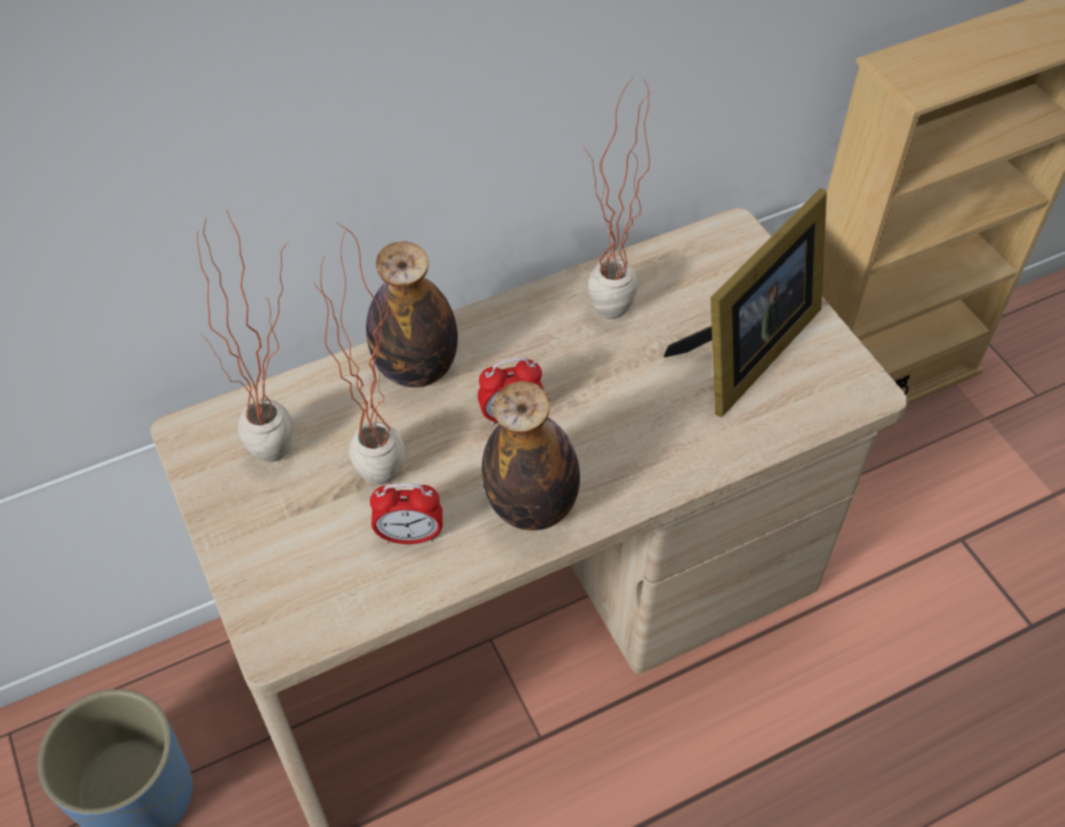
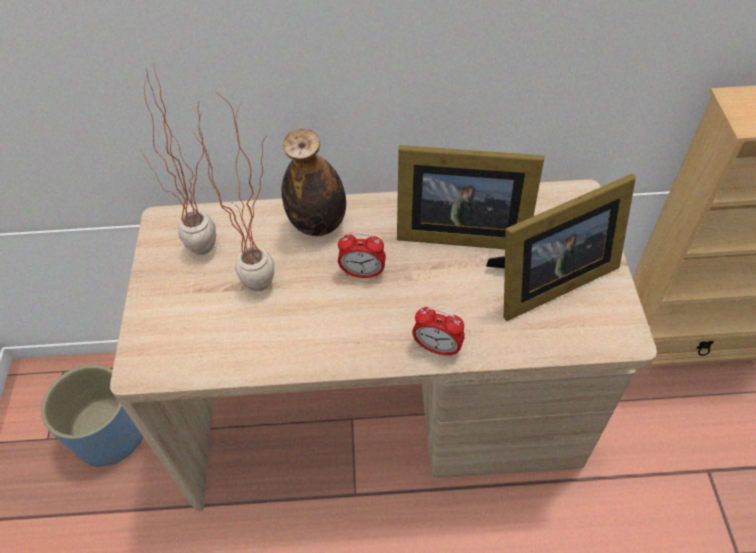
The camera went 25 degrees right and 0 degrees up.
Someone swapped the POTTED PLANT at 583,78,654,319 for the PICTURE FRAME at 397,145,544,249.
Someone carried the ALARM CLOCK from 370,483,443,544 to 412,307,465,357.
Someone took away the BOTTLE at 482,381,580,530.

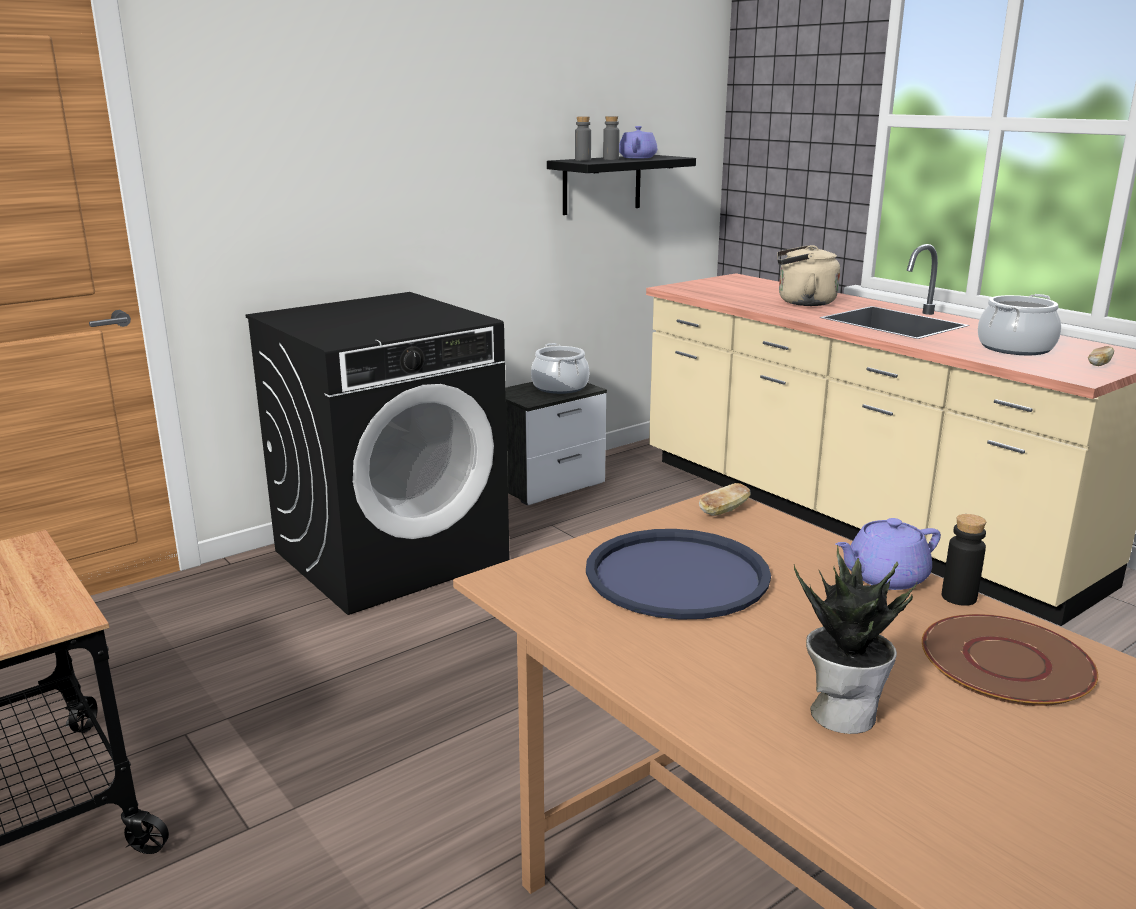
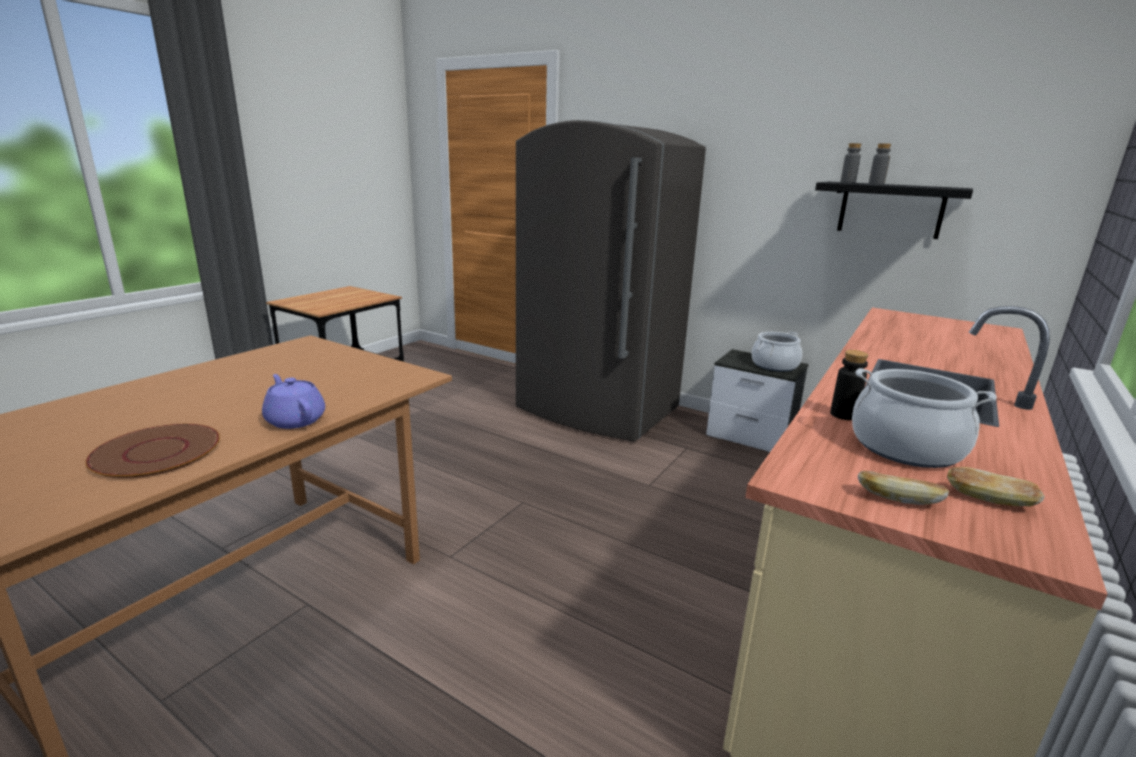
The camera went 70 degrees right and 0 degrees up.
Someone swapped the BLACK WASHING MACHINE at 245,292,510,615 for the GREY FRIDGE at 516,120,706,441.
Someone carried the BLACK BOTTLE from 942,514,986,606 to 830,350,869,420.
Someone carried the BREAD from 699,483,751,516 to 947,467,1045,506.
Someone took away the BLUE TRAY at 586,529,771,620.
Someone took away the PURPLE TEAPOT at 619,126,657,158.
Someone took away the BEIGE KETTLE at 777,245,840,306.
Someone took away the POTTED PLANT at 794,545,918,734.

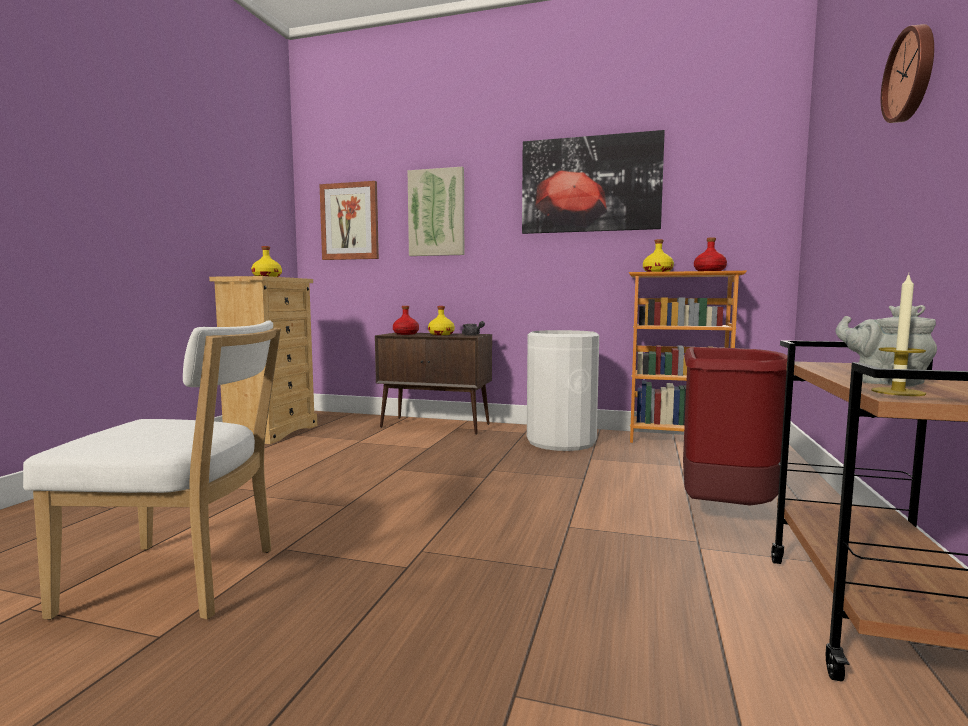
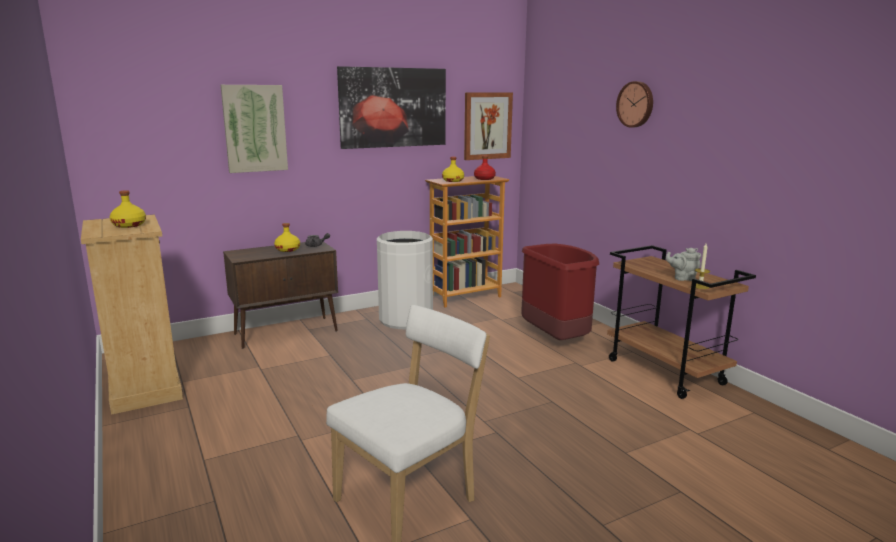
The camera went 45 degrees left and 10 degrees up.
Someone carried the PICTURE from 319,181,379,260 to 464,92,513,160.
Someone took away the RED BOTTLE at 393,306,419,335.

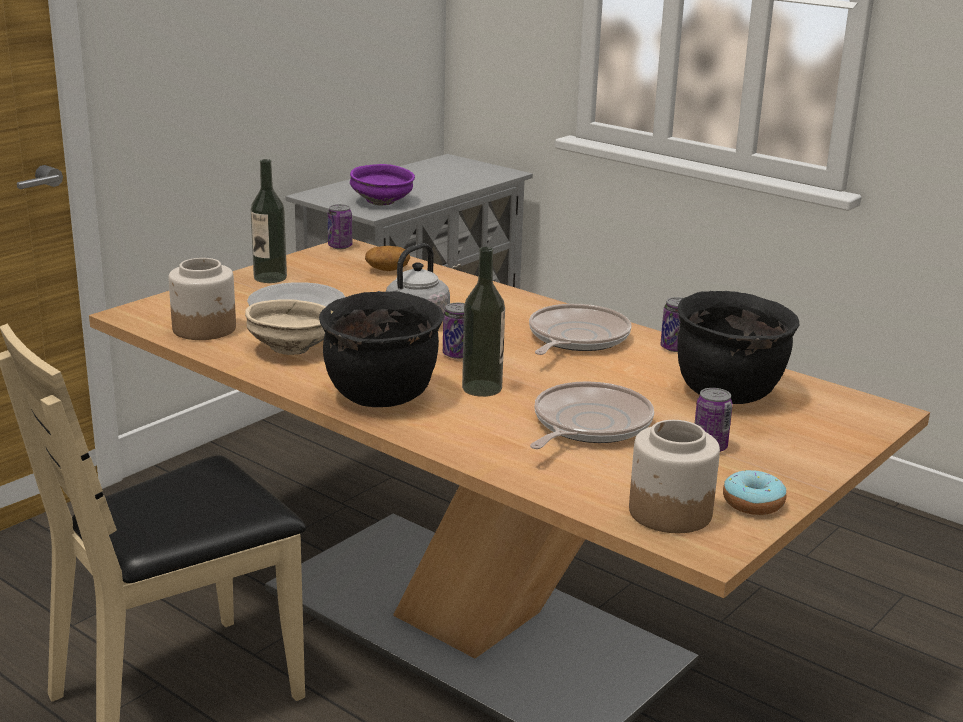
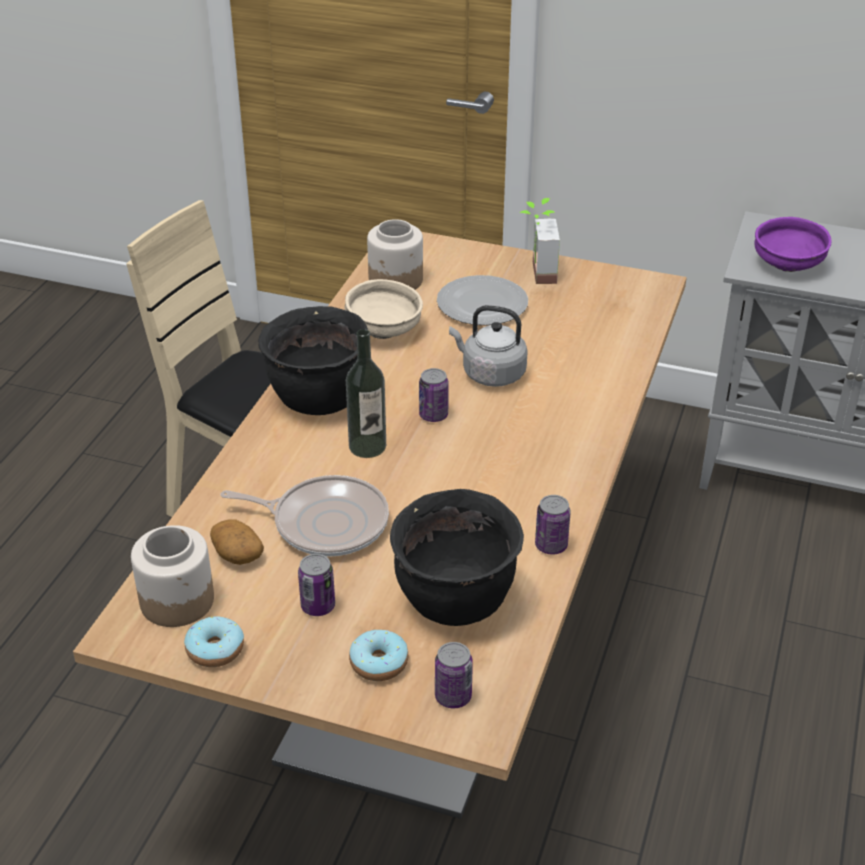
The camera went 70 degrees right and 15 degrees up.
Someone carried the POTATO from 365,246,410,271 to 210,519,264,565.
Someone put down the DONUT at 349,630,408,681.
Someone carried the CAN from 327,204,352,249 to 435,642,473,708.
Someone swapped the BOTTLE at 251,159,287,283 for the POTTED PLANT at 519,198,560,284.
Someone took away the FRYING PAN at 529,304,632,355.

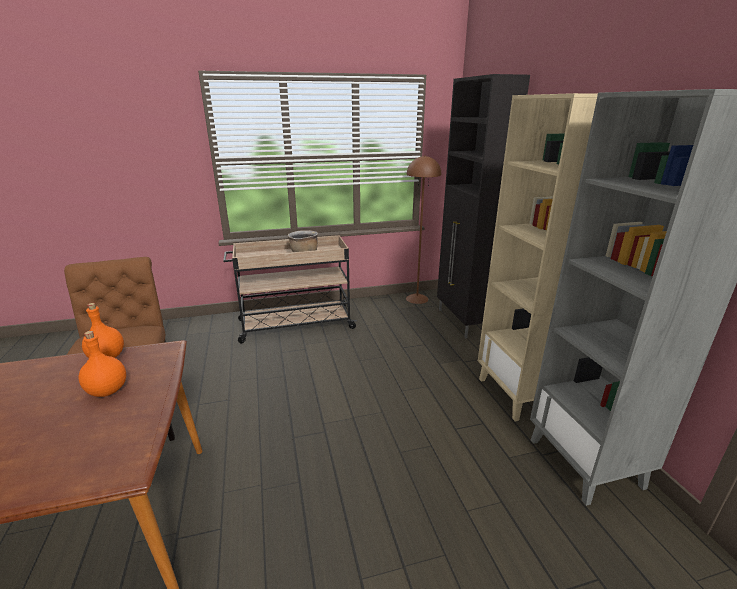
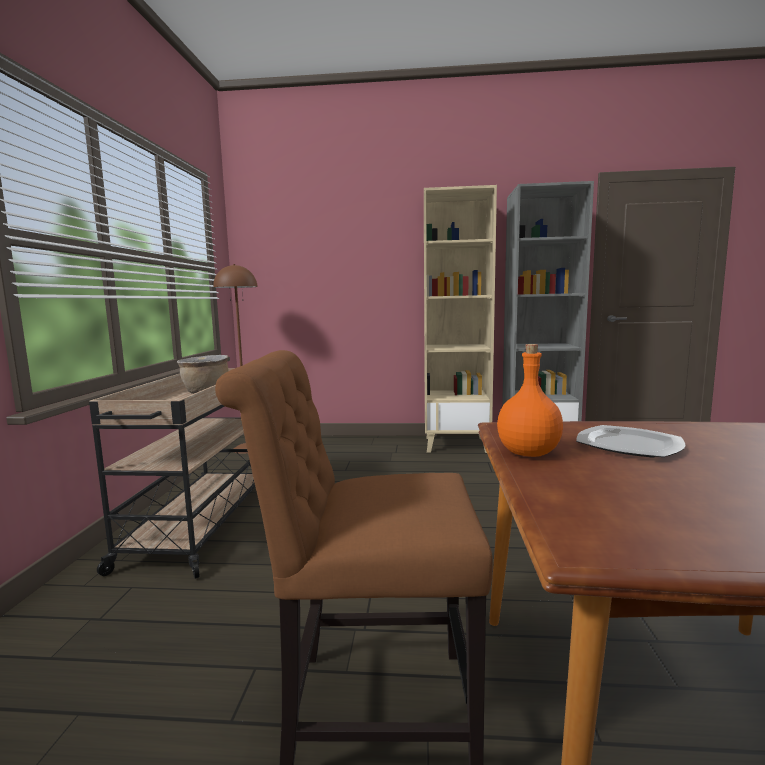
The camera went 70 degrees left and 15 degrees down.
Someone swapped the ORANGE BOTTLE at 79,331,126,397 for the PLATE at 576,425,685,458.
Someone took away the BLACK CABINET at 437,74,530,338.

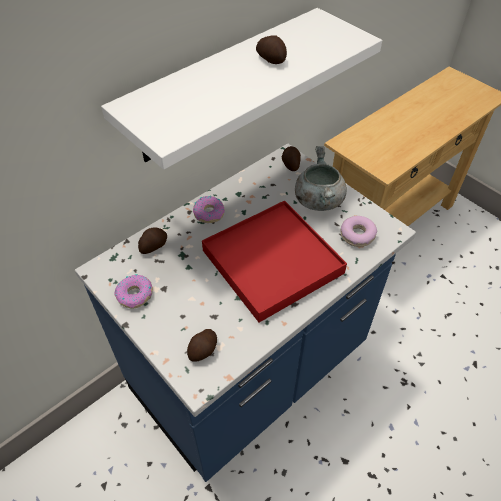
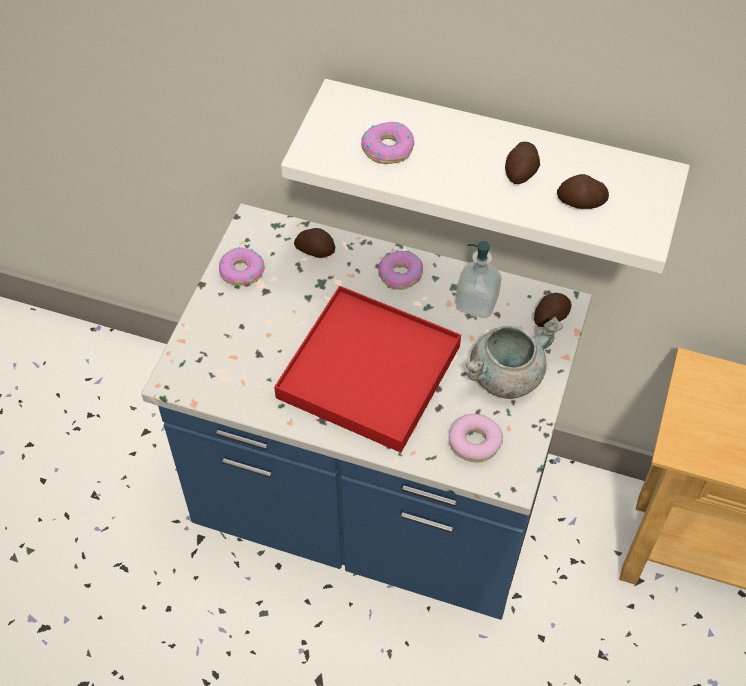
The camera went 60 degrees right and 5 degrees up.
Someone put down the DONUT at 361,122,414,164.
Someone put down the SOAP DISPENSER at 455,241,502,318.
Someone carried the POTATO from 187,329,217,362 to 557,174,609,209.

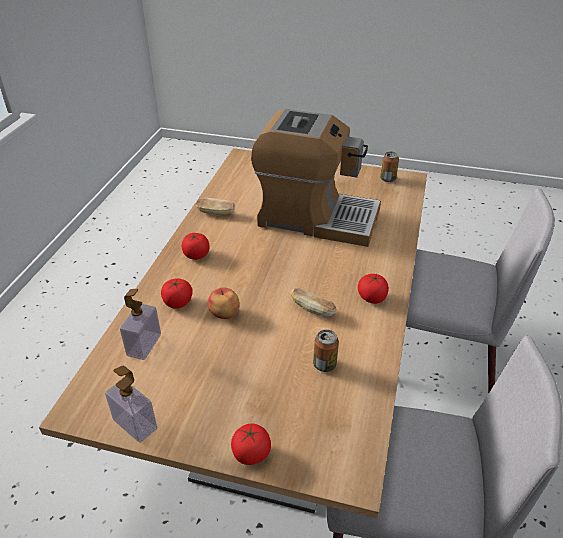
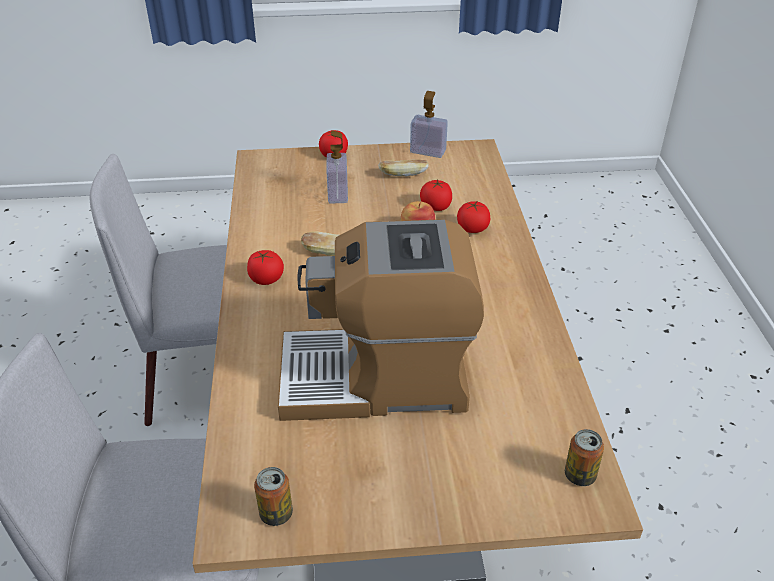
The camera went 160 degrees right and 0 degrees up.
Someone carried the SOAP DISPENSER from 120,289,161,360 to 327,130,348,204.
Someone carried the BREAD from 195,198,235,215 to 378,159,429,176.
Someone carried the TOMATO from 181,233,209,260 to 420,179,452,211.
Someone carried the CAN from 313,330,339,372 to 565,429,604,486.

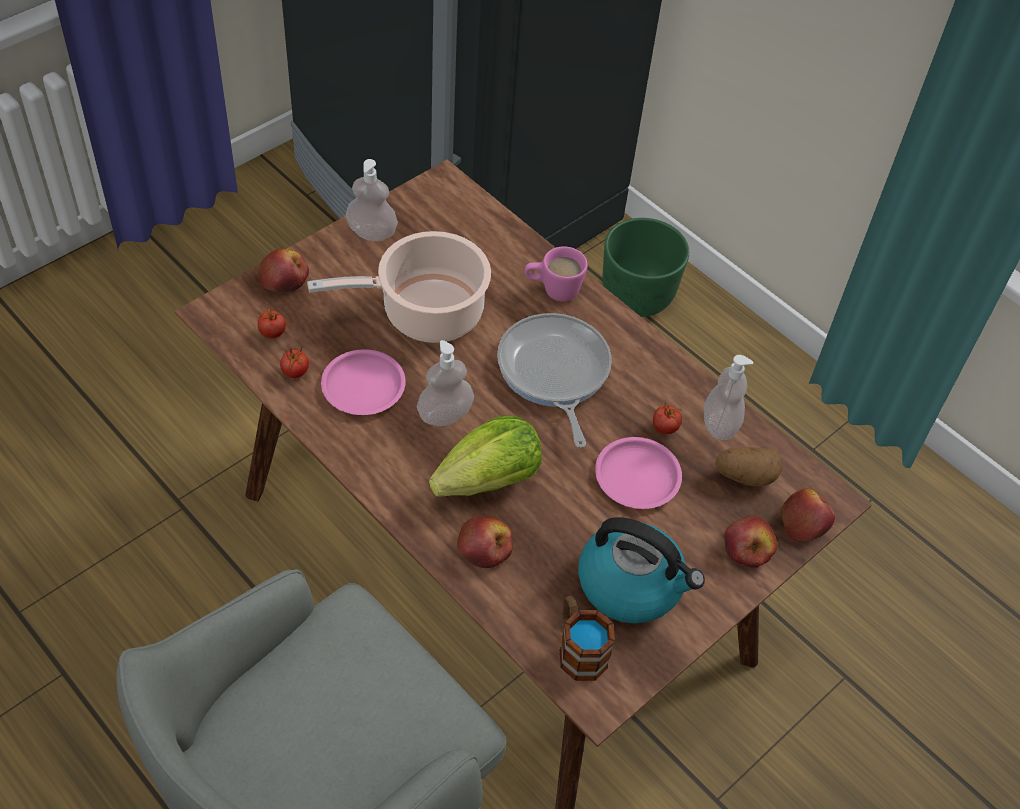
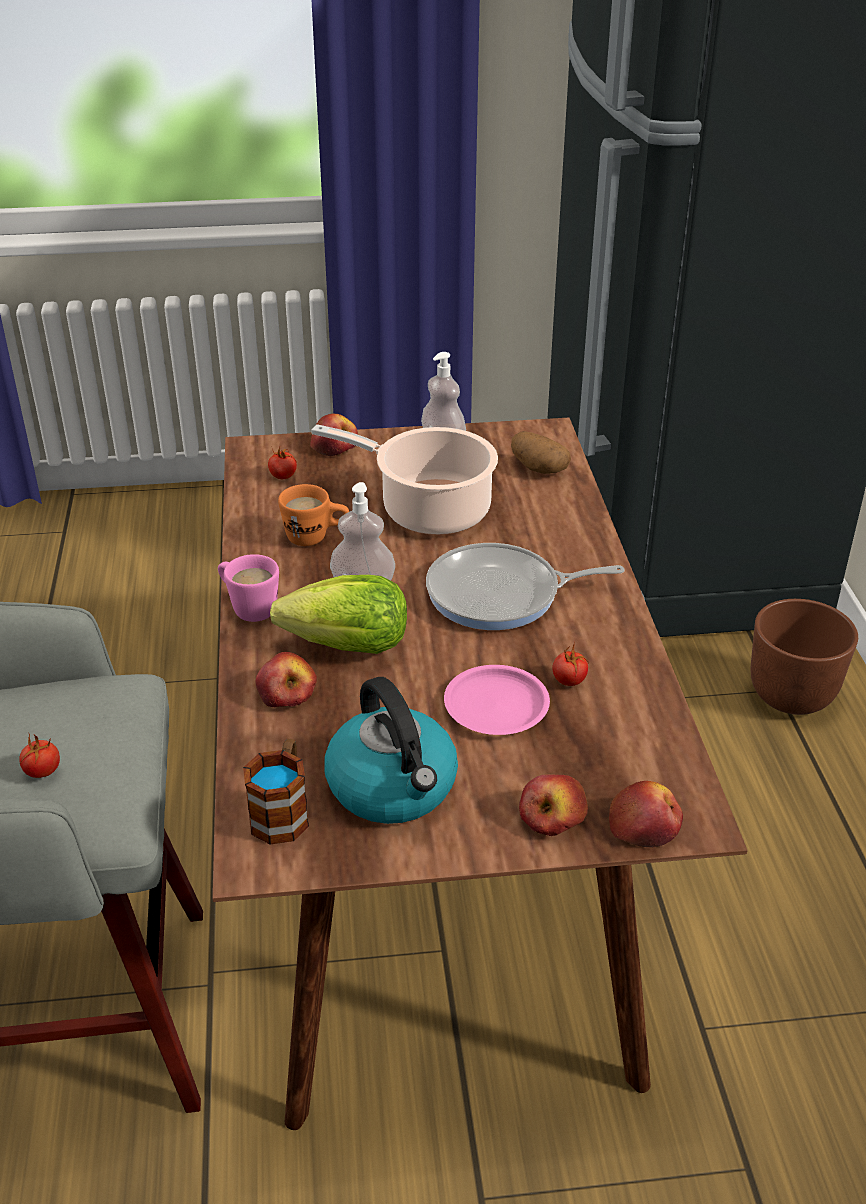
The camera went 40 degrees right and 15 degrees down.
Someone carried the TOMATO from 280,345,309,378 to 19,734,60,778.
Someone carried the PINK MUG from 525,246,588,302 to 218,554,279,622.
Someone swapped the PINK PLATE at 321,349,406,415 for the ORANGE MUG at 278,484,349,546.
Someone rotated the FRYING PAN at 497,313,612,448 by 120 degrees counterclockwise.
Someone carried the POTATO from 715,447,782,486 to 511,431,571,474.
Someone repainted the GREEN PLANTER at 602,218,689,317, which became the BROWN PLANTER at 750,599,858,715.
Someone took away the SOAP DISPENSER at 704,355,753,440.

